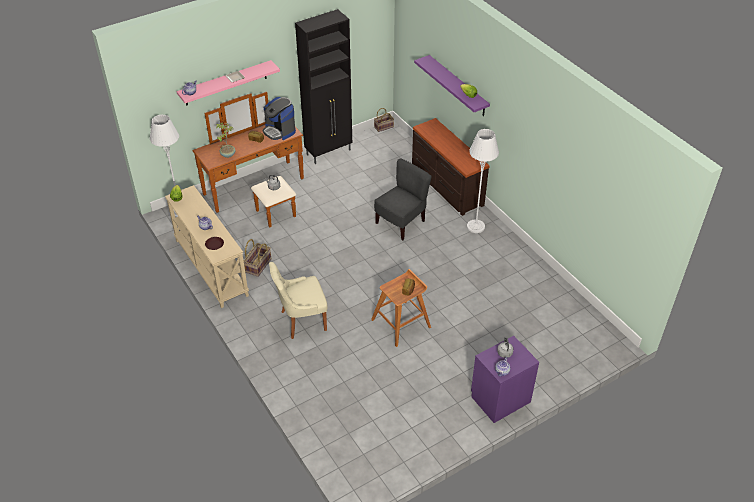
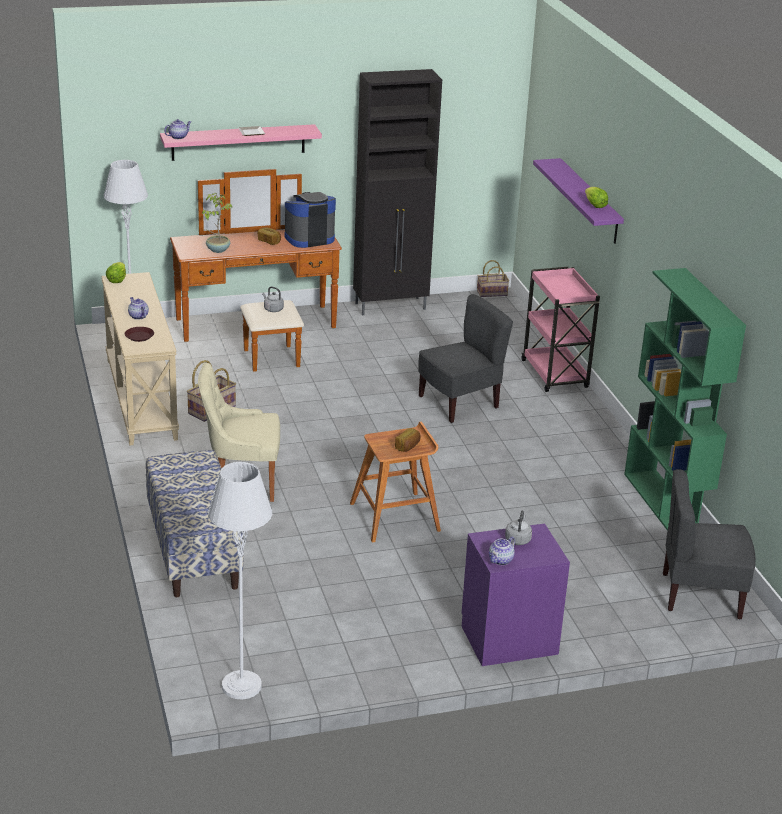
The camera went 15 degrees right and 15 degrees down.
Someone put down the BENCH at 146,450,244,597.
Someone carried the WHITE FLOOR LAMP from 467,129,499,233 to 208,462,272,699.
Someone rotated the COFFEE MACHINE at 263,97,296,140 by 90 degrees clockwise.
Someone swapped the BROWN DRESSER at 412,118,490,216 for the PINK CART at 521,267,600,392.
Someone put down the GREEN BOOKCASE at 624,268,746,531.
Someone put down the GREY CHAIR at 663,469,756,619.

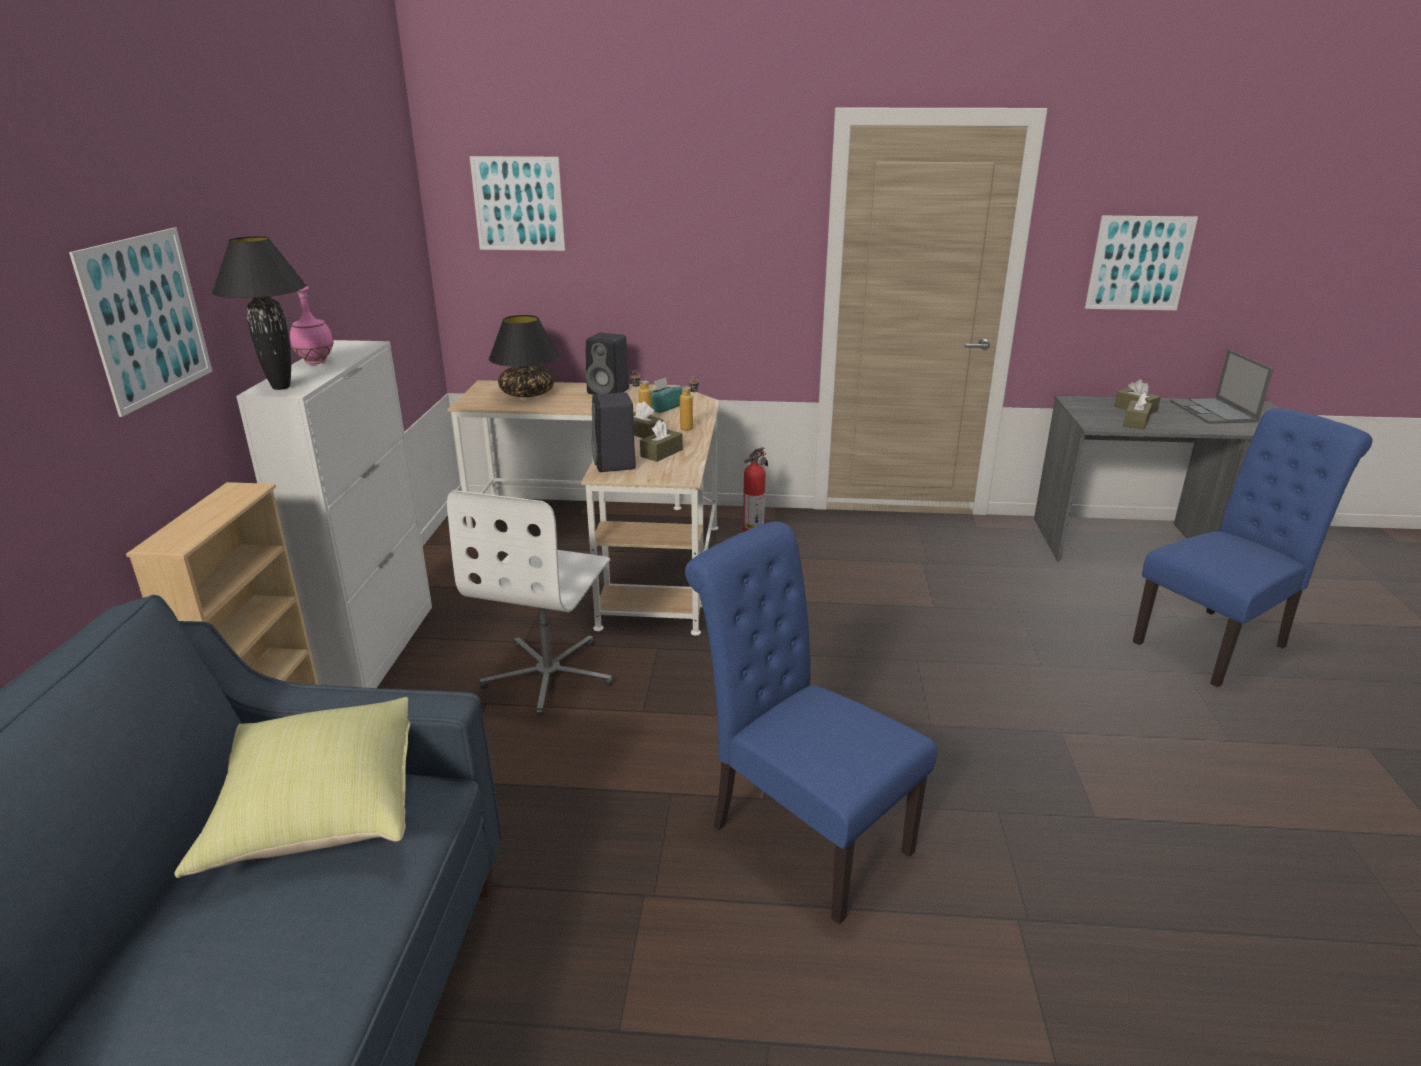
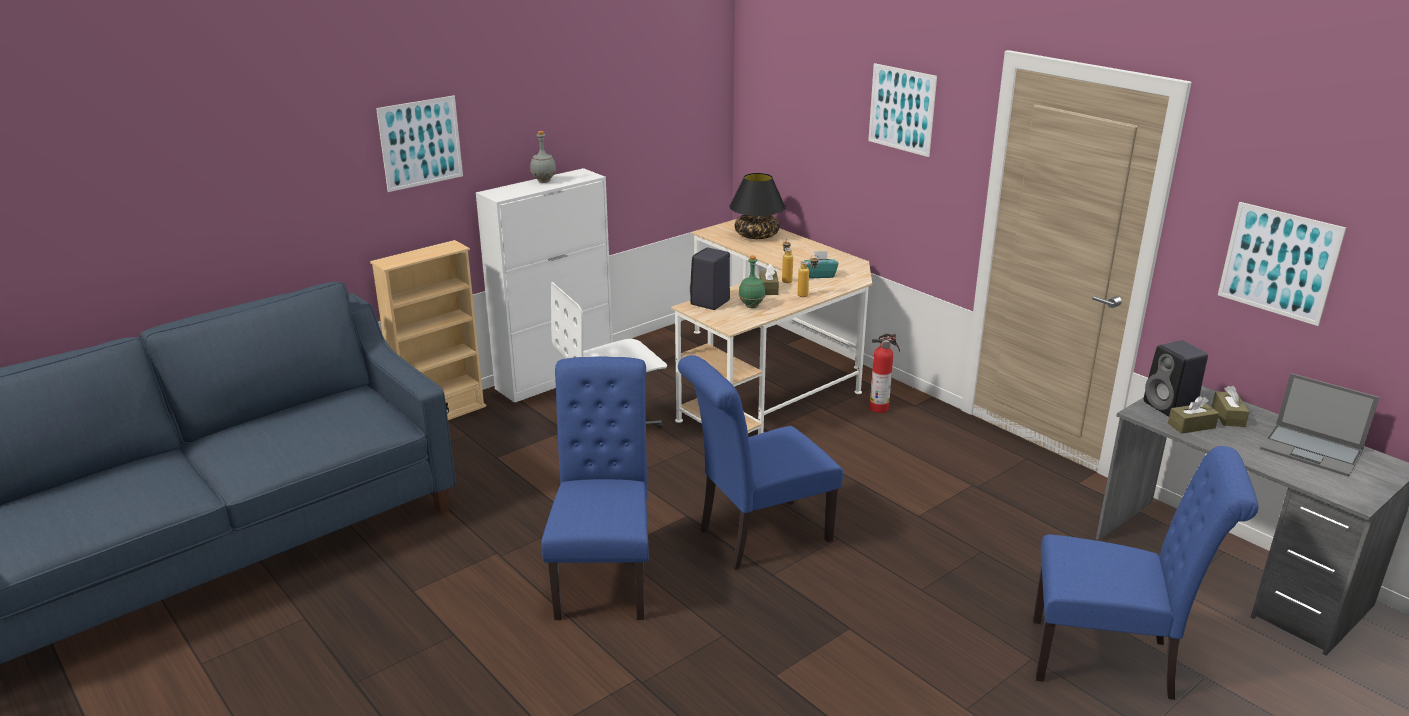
The camera went 45 degrees right and 0 degrees up.
Someone repainted the PINK BOTTLE at 290,282,334,364, which became the GREY BOTTLE at 530,131,556,183.
Someone put down the BLUE CHAIR at 678,355,843,570.
Someone swapped the BROWN TISSUE BOX at 640,420,683,462 for the GREEN BOTTLE at 739,256,765,308.
Someone carried the PICTURE from 470,156,565,251 to 868,63,937,157.
Someone carried the BLACK SPEAKER from 586,332,629,395 to 1143,340,1208,417.
Someone rotated the LAPTOP at 1170,349,1273,424 by 90 degrees counterclockwise.
Someone took away the YELLOW PILLOW at 175,697,410,878.
Someone took away the BLACK TABLE LAMP at 212,236,306,390.

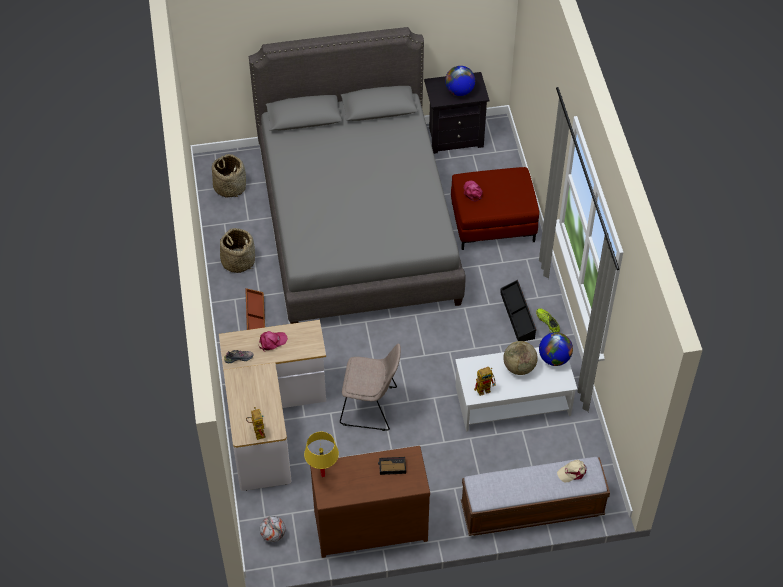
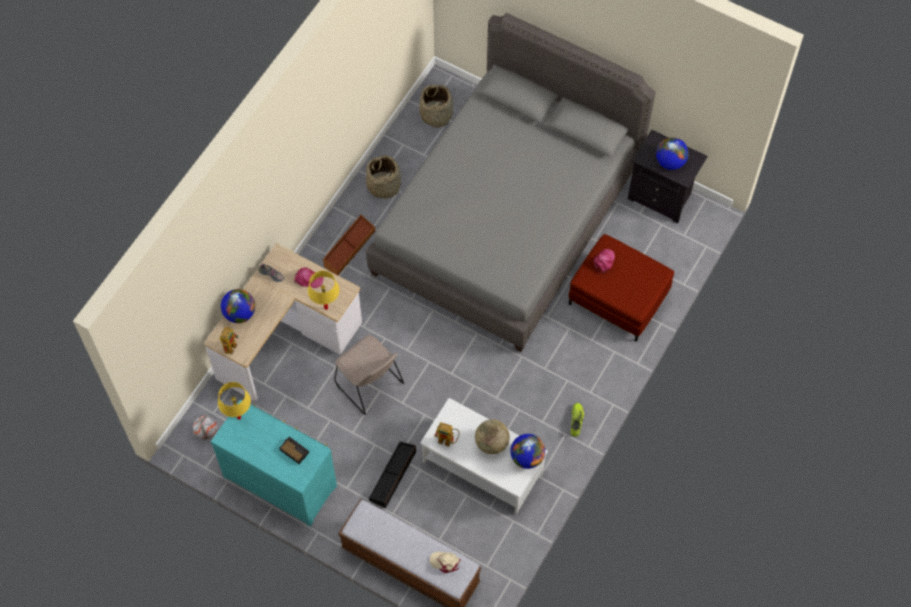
The camera went 40 degrees right and 10 degrees up.
Someone repainted the BROWN DRESSER at 310,446,430,558, which became the TURQUOISE DRESSER at 211,400,337,526.
Someone put down the GLOBE at 221,289,255,323.
Someone put down the YELLOW TABLE LAMP at 308,271,339,310.
Someone carried the BLACK STORAGE BOX from 500,280,536,341 to 369,441,416,509.

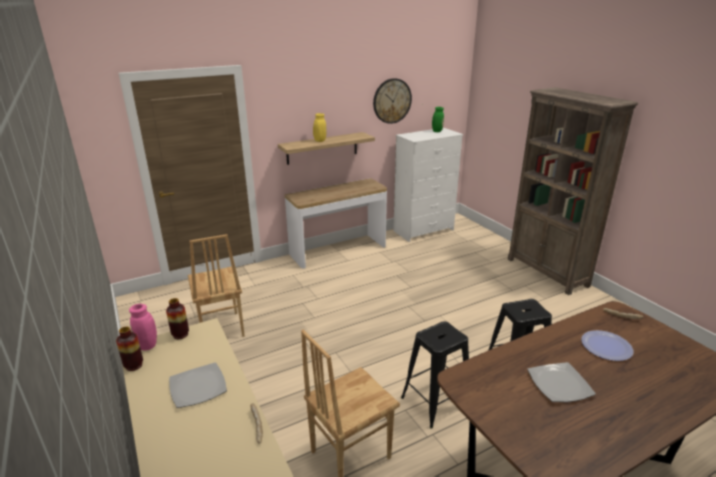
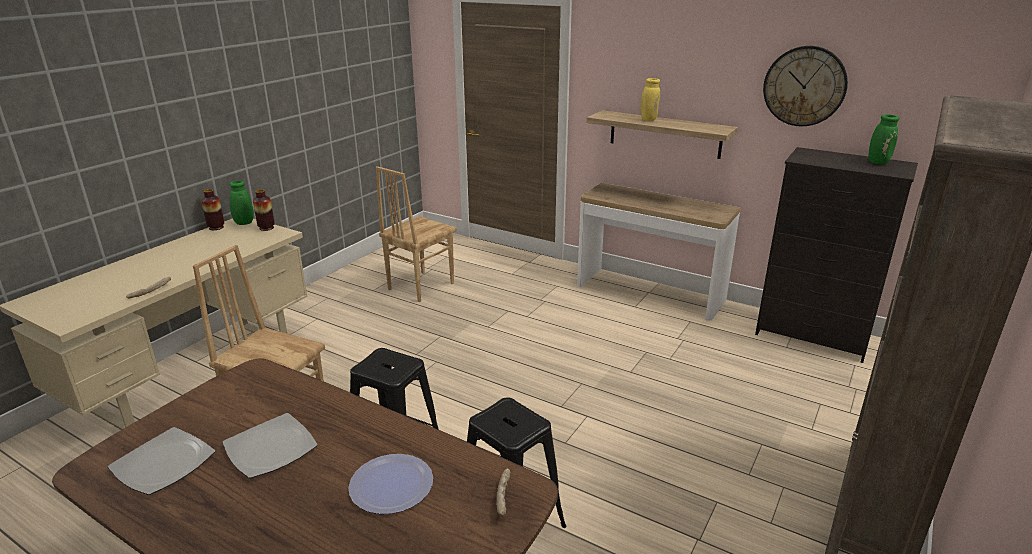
The camera went 60 degrees right and 0 degrees up.
Someone carried the PLATE from 169,363,227,408 to 108,427,215,495.
Someone repainted the PINK VASE at 129,304,157,350, which became the GREEN VASE at 230,181,254,225.
Someone repainted the WHITE DRESSER at 393,128,463,242, which became the BLACK DRESSER at 755,147,918,363.

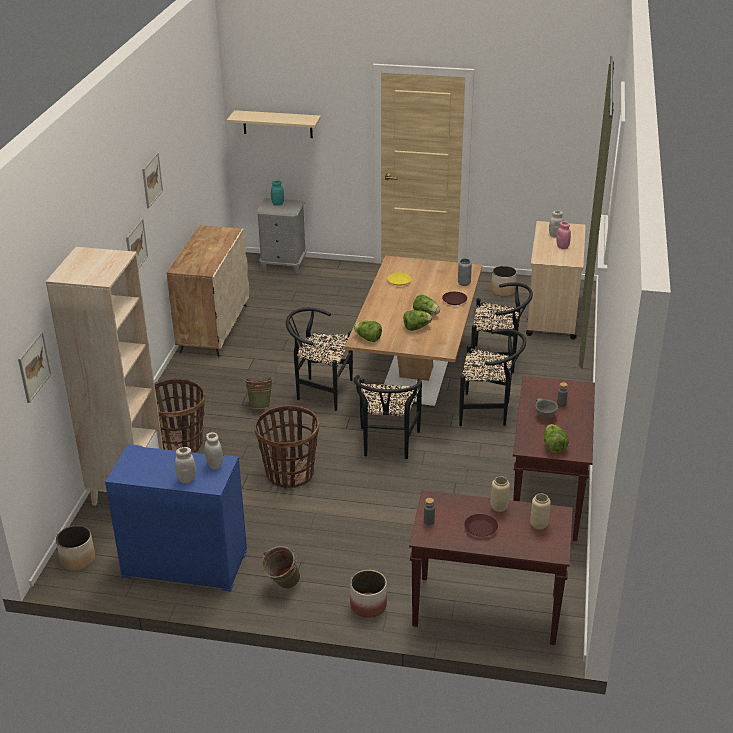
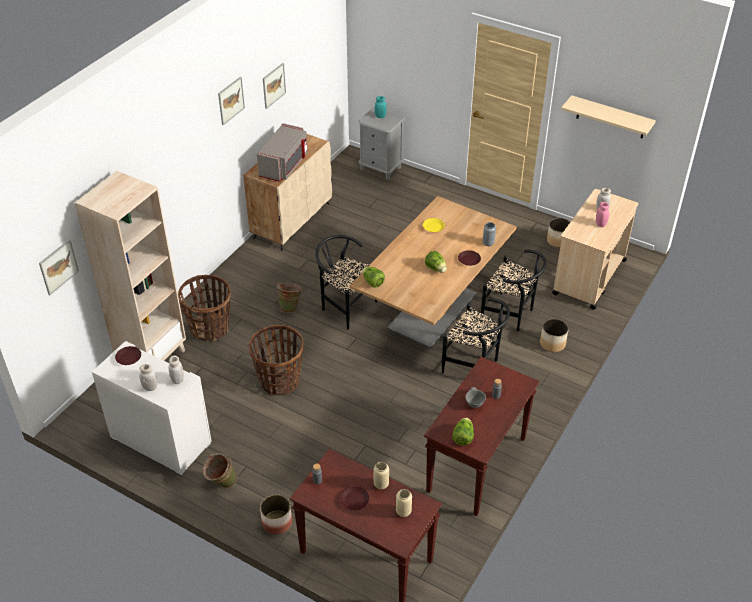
The camera went 20 degrees right and 10 degrees up.
Someone repainted the BLUE DRESSER at 105,444,247,591, which became the WHITE DRESSER at 92,341,212,476.
Someone put down the BROWN PLATE at 115,346,141,365.
Someone put down the GREY MICROWAVE at 257,123,308,182.
Someone carried the PICTURE from 126,218,148,268 to 263,63,286,109.
Someone carried the PLANTER from 56,525,95,571 to 540,319,568,352.
Someone carried the BEIGE SHELF from 227,110,321,138 to 561,95,656,138.
Someone took away the BLACK CHAIR at 354,375,422,459.
Someone took away the LETTUCE at 404,310,432,331.

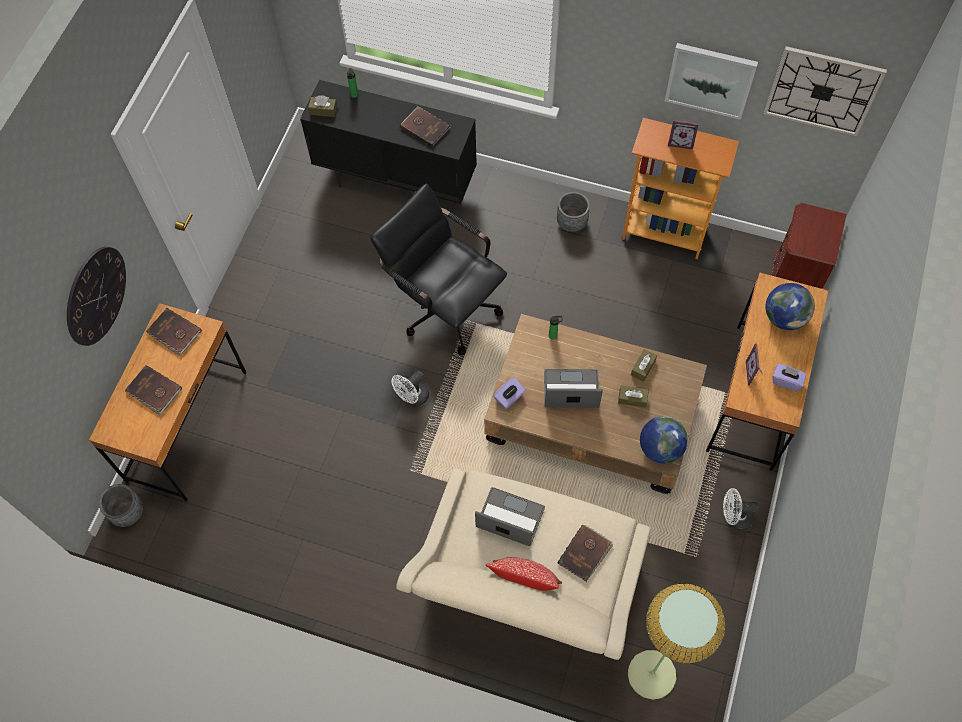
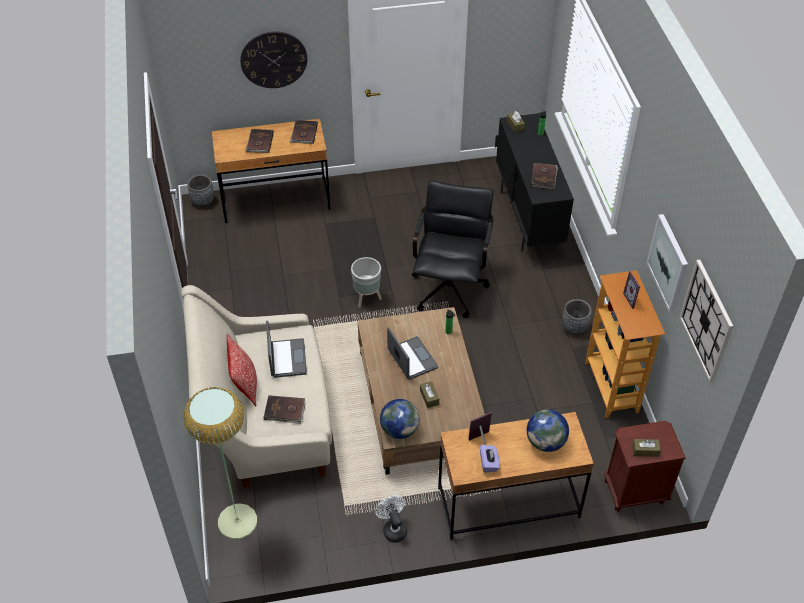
The camera went 60 degrees right and 15 degrees down.
Someone swapped the WHITE FAN at 391,371,429,407 for the GREY PLANTER at 351,257,381,308.
Someone carried the BROWN TISSUE BOX from 631,349,657,382 to 632,439,661,457.
Someone took away the PURPLE TISSUE BOX at 494,377,525,409.

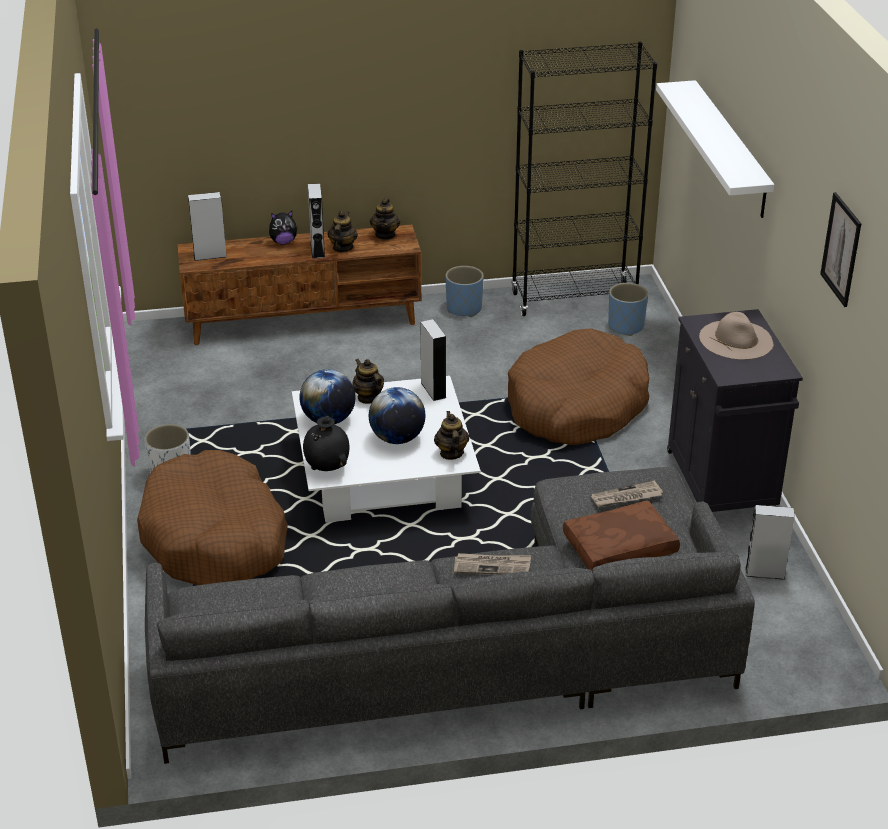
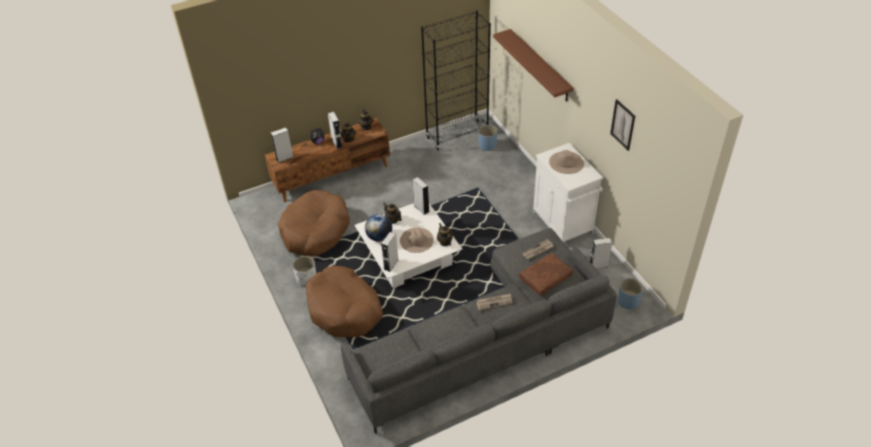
The camera went 15 degrees left and 10 degrees up.
Someone carried the BROWN DOG BED from 508,328,650,445 to 278,190,350,256.
Someone swapped the BLACK VASE at 303,416,349,471 for the GREY SPEAKER at 381,232,399,272.
Someone swapped the GLOBE at 369,387,425,444 for the BEIGE HAT at 400,228,434,253.
Someone repainted the WHITE SHELF at 656,80,774,218, which became the BROWN SHELF at 493,29,574,102.
Someone repainted the BLACK CABINET at 667,309,803,512, which became the WHITE CABINET at 532,143,603,242.
Someone carried the BLUE PLANTER from 445,266,484,317 to 618,278,643,309.

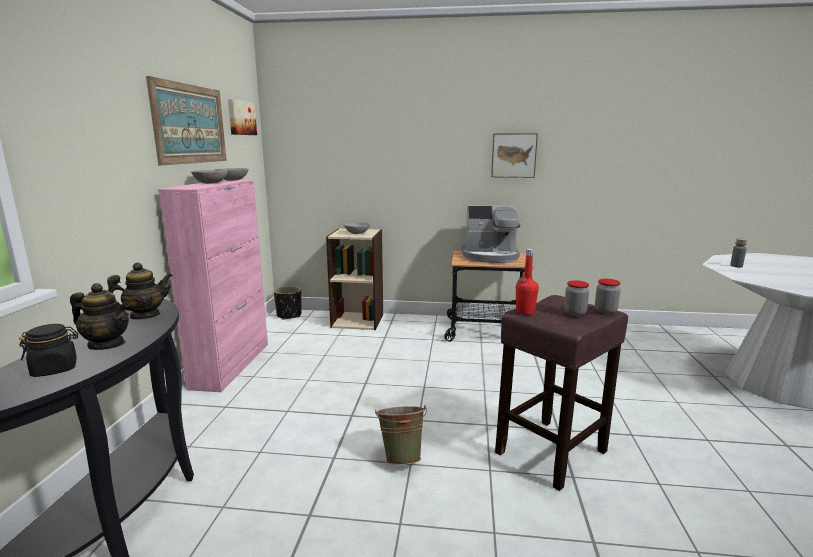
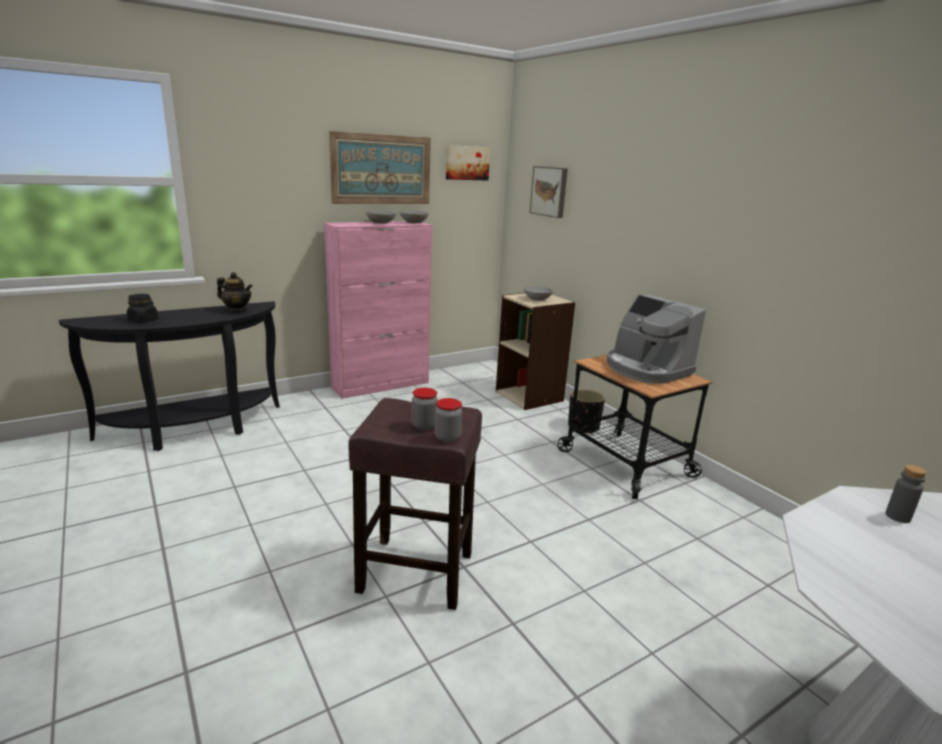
The camera went 50 degrees right and 5 degrees up.
Someone carried the PICTURE from 491,133,538,178 to 530,166,568,218.
Someone carried the BLACK PLANTER from 274,286,302,320 to 568,389,605,434.
Someone took away the TEAPOT at 70,283,129,350.
Someone took away the GREEN BUCKET at 375,405,427,465.
Someone took away the RED BOTTLE at 516,249,539,315.

